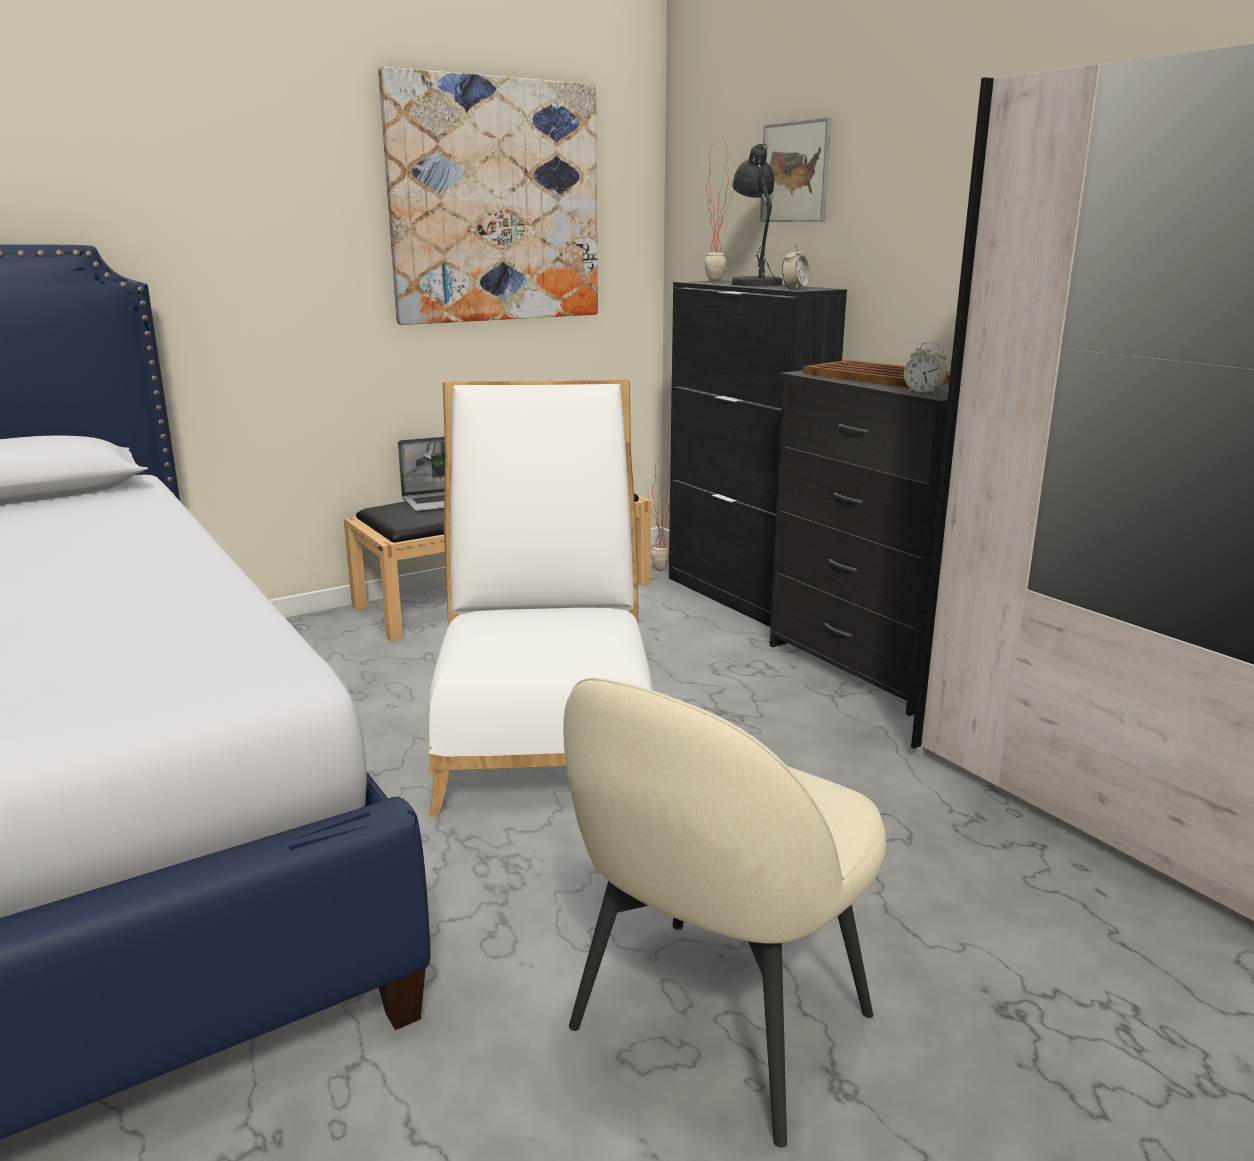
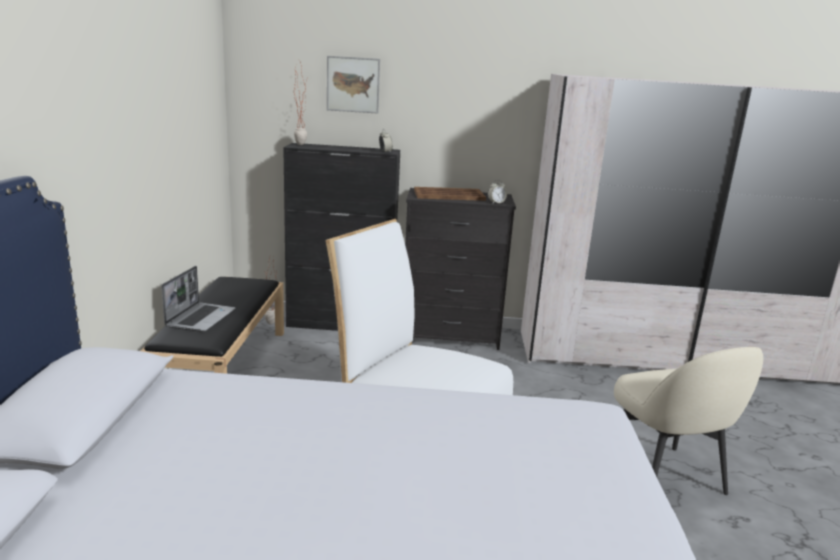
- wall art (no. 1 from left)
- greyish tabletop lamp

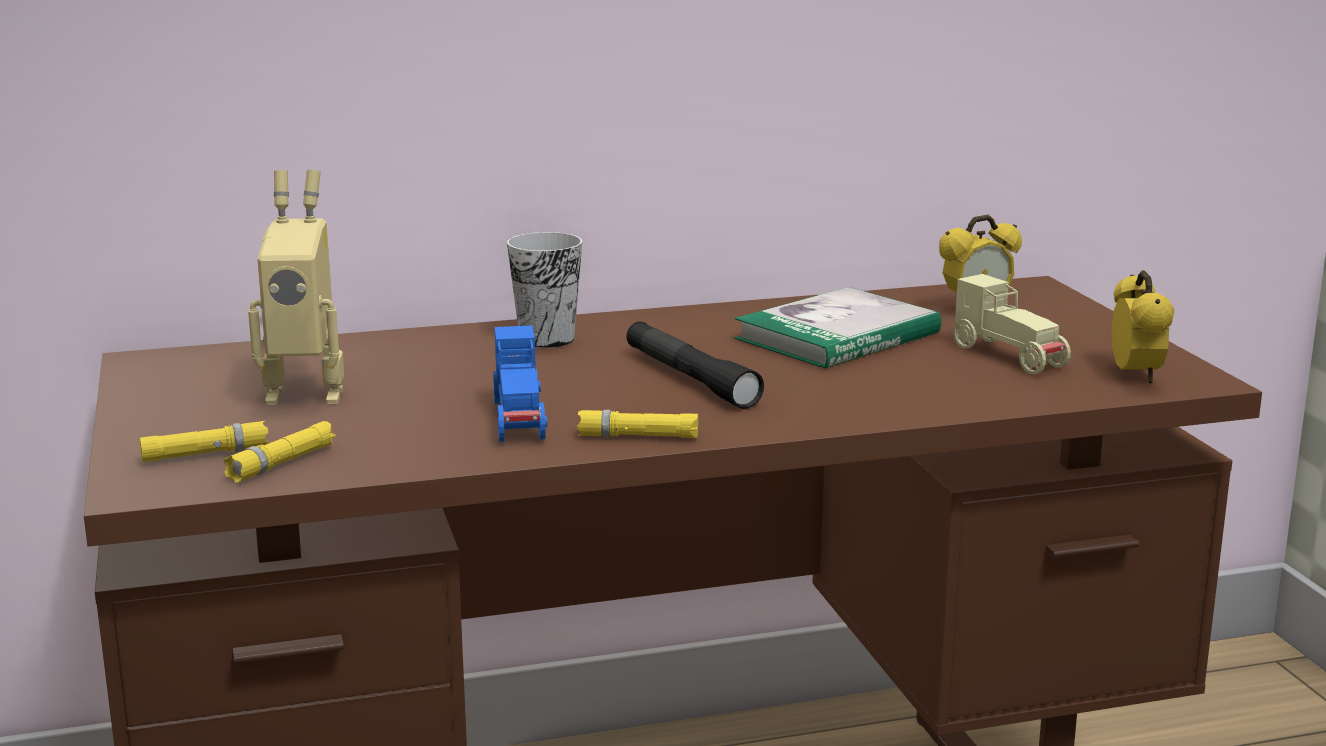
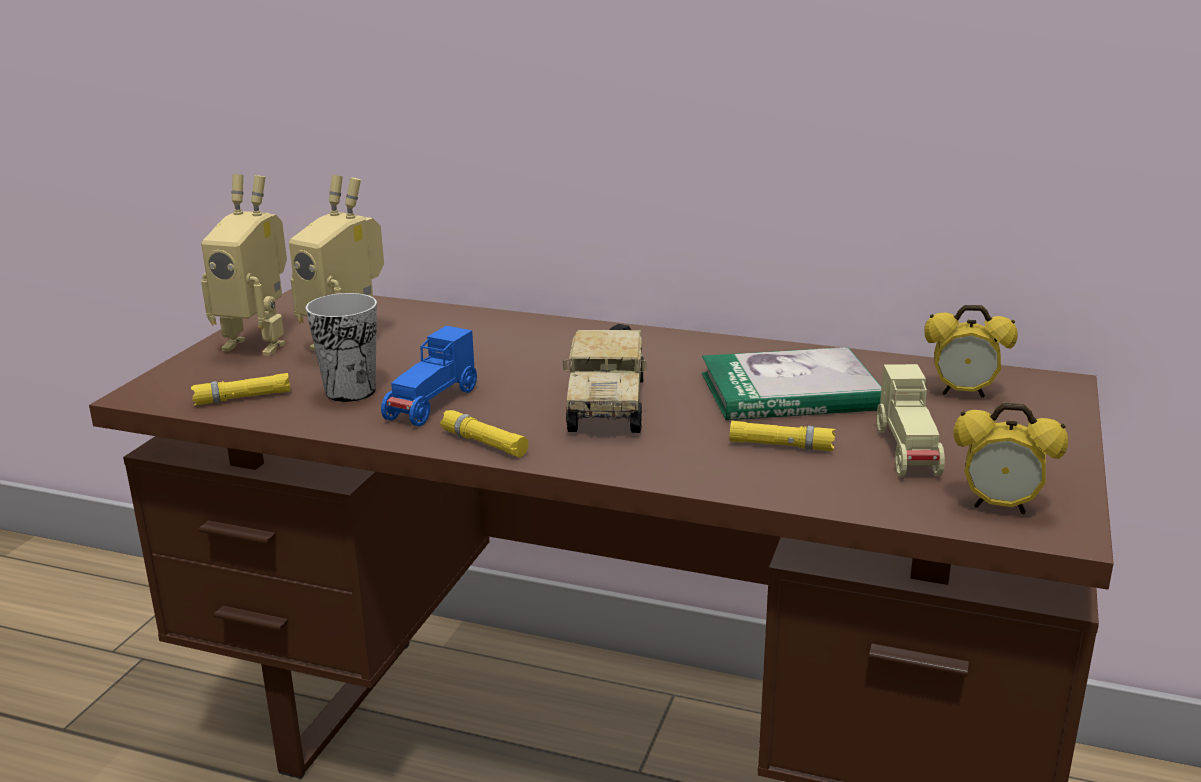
~ small cup
~ bedside clock (no. 2 from left) 75 degrees clockwise
~ black hand torch to toy lorry
~ yellowish hand torch (no. 1 from left in the first image) to yellowish hand torch (no. 3 from left)
+ model robot (no. 1 from left)

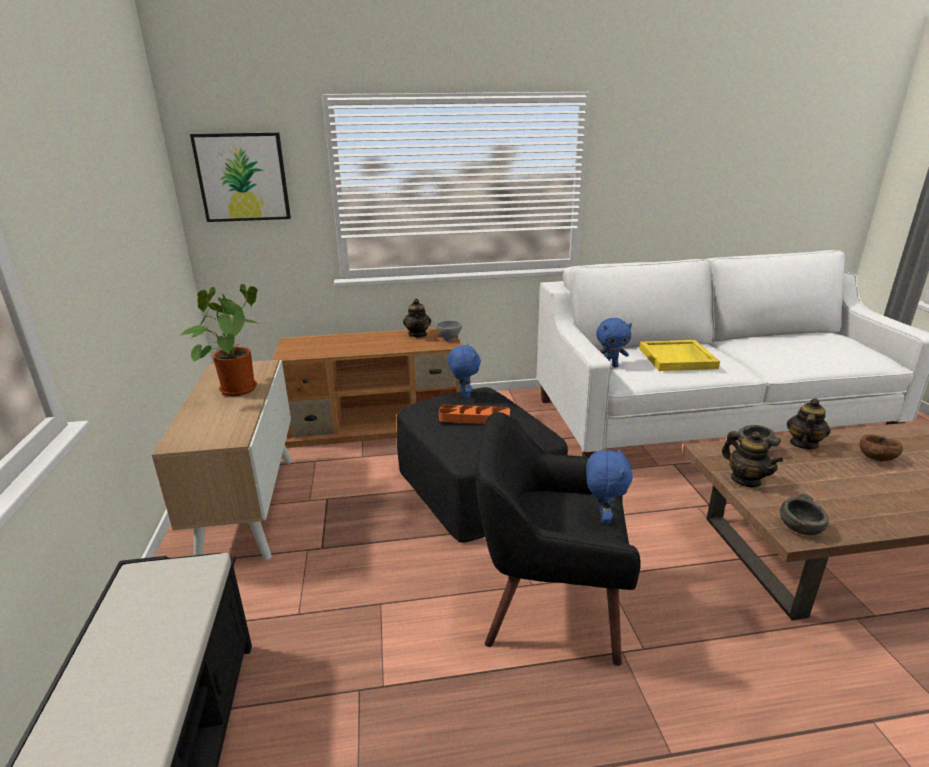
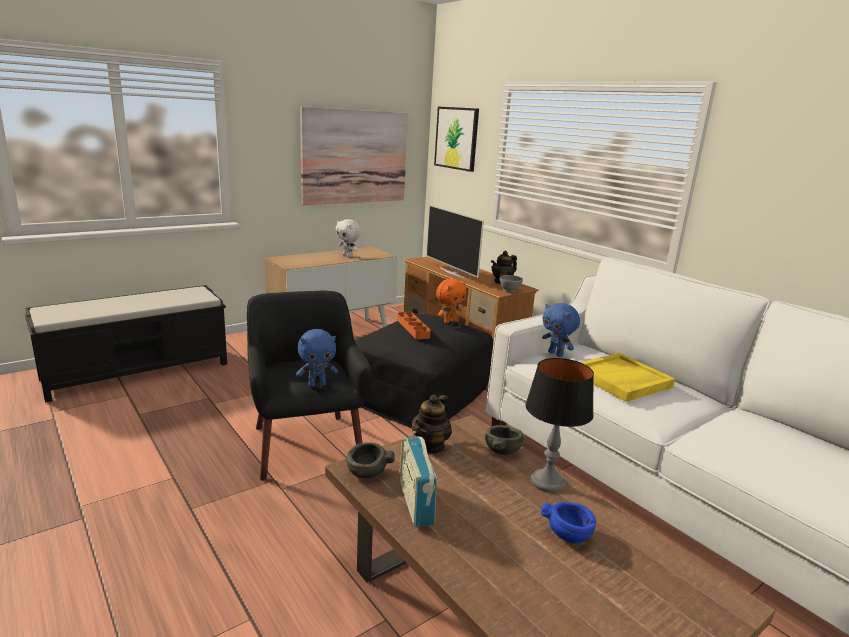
~ plant in a pot to white-coloured soft toy
~ blue soft toy (no. 1 from left) to orange soft toy
~ teapot (no. 3 from left) to tabletop lamp
~ brown-coloured deep dish to blue deep dish
+ wall art (no. 1 from left)
+ TV set
+ radio set

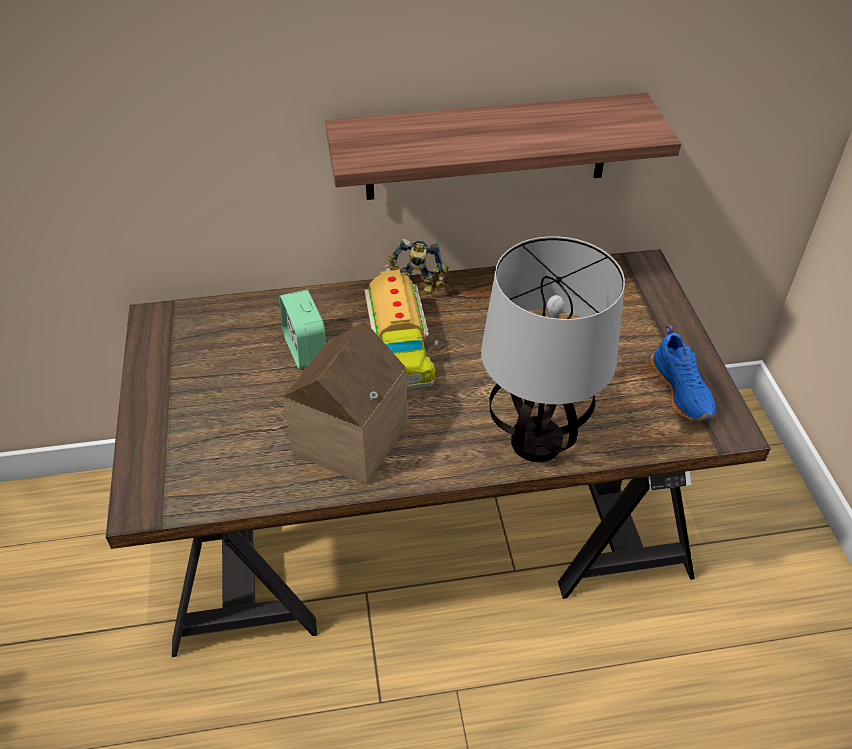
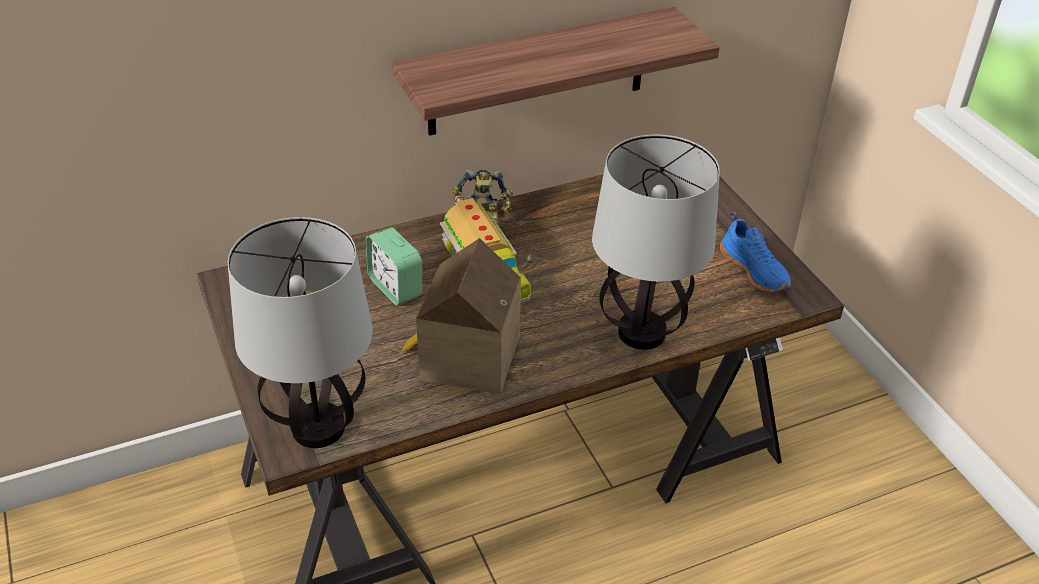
+ tabletop lamp (no. 1 from left)

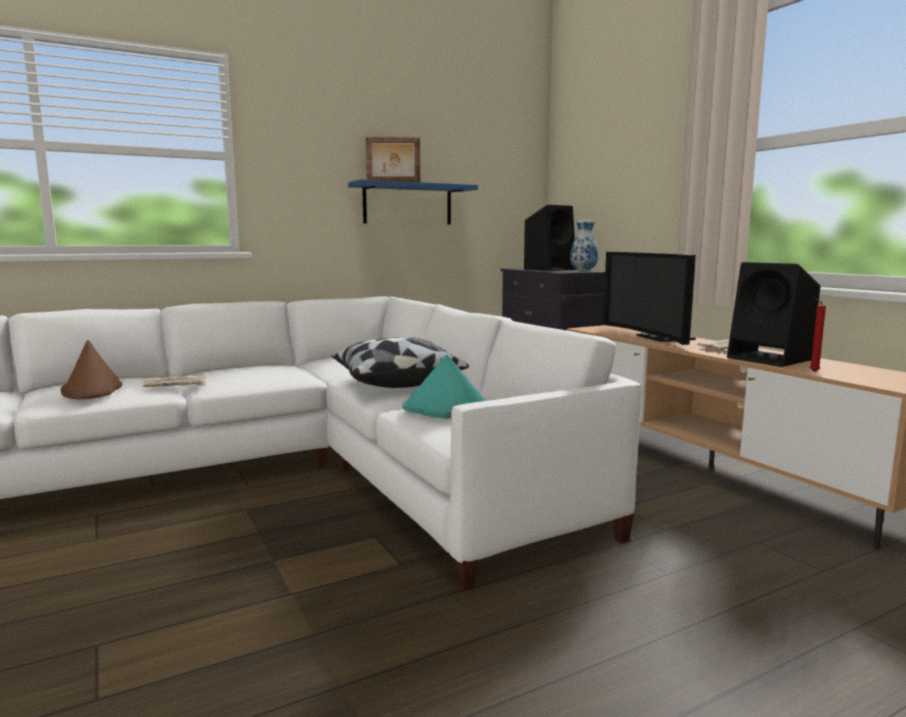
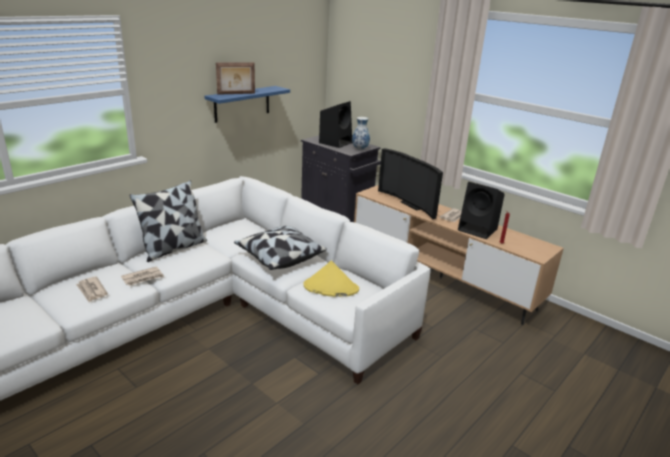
~ brown-coloured wearable hat to daily paper (no. 1 from left)
~ blue-green wearable hat to yellowish wearable hat
+ cushion (no. 1 from left)

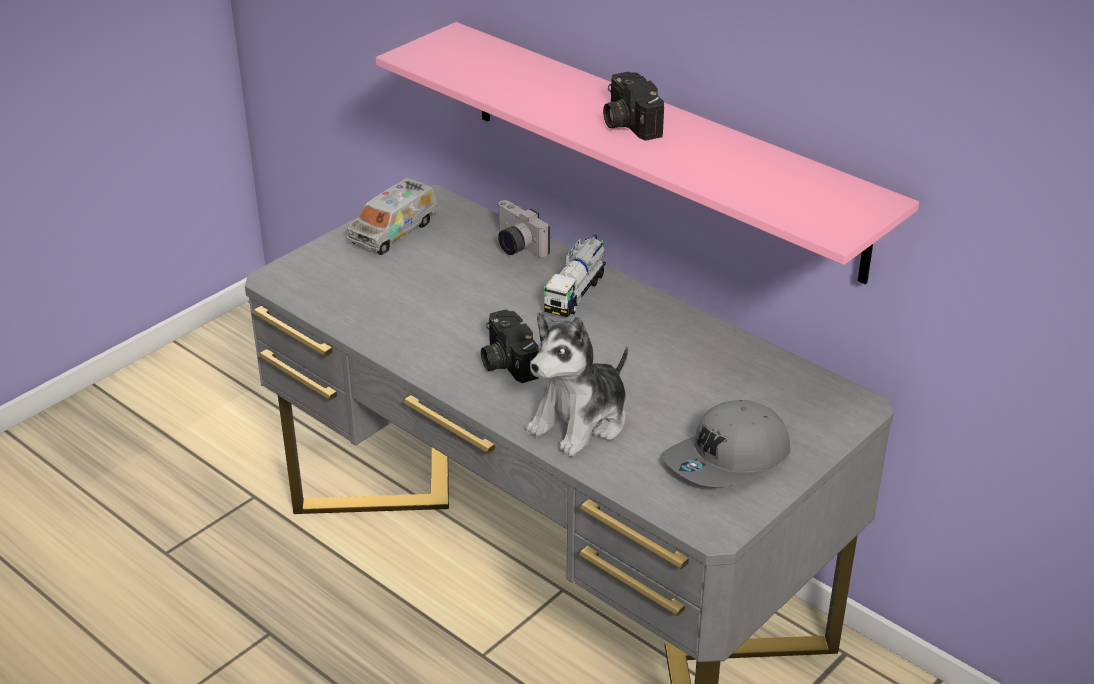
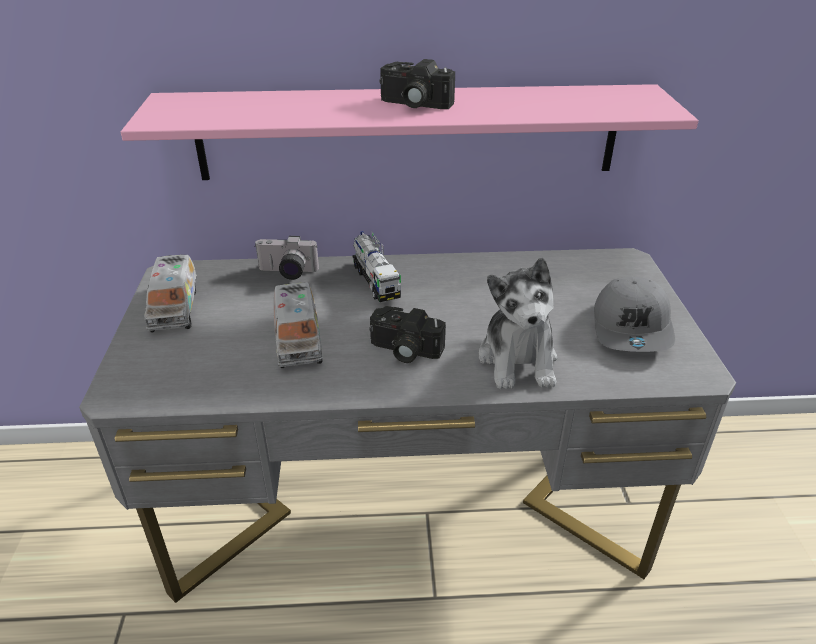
+ toy lorry (no. 2 from left)

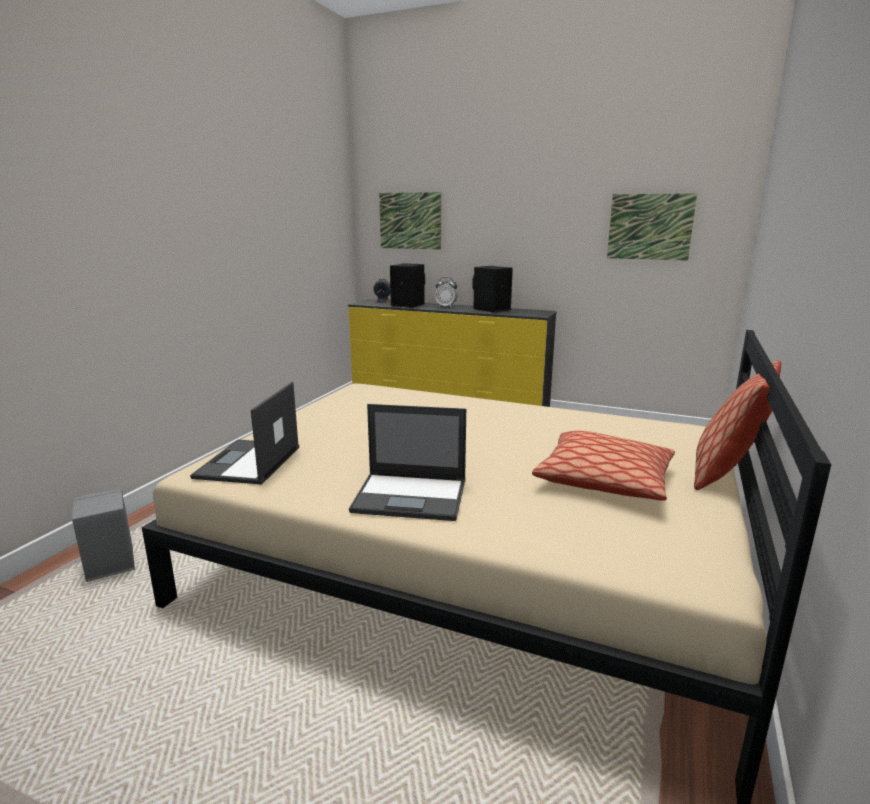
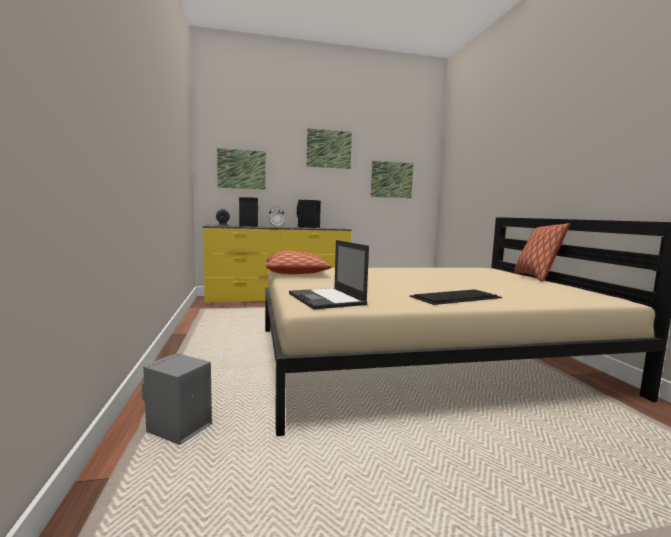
~ notebook computer (no. 2 from left) to keyboard
~ cushion (no. 1 from left)
+ wall art (no. 2 from left)

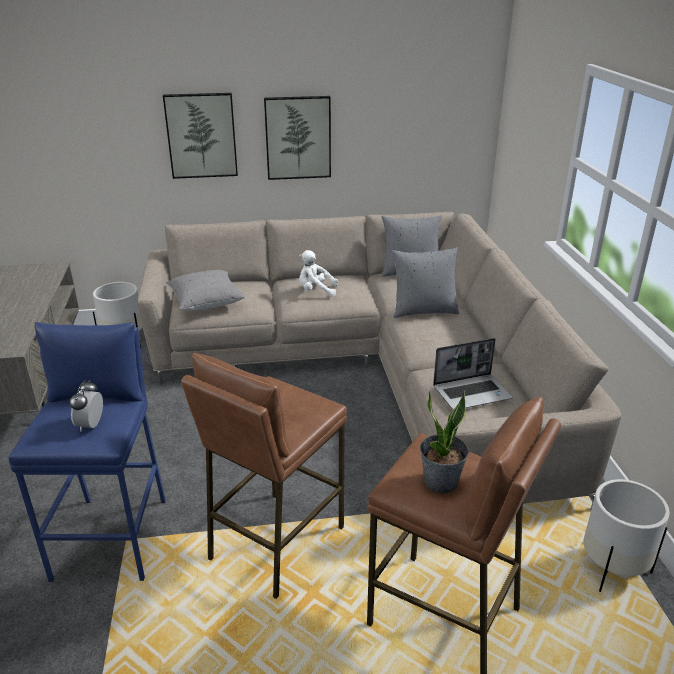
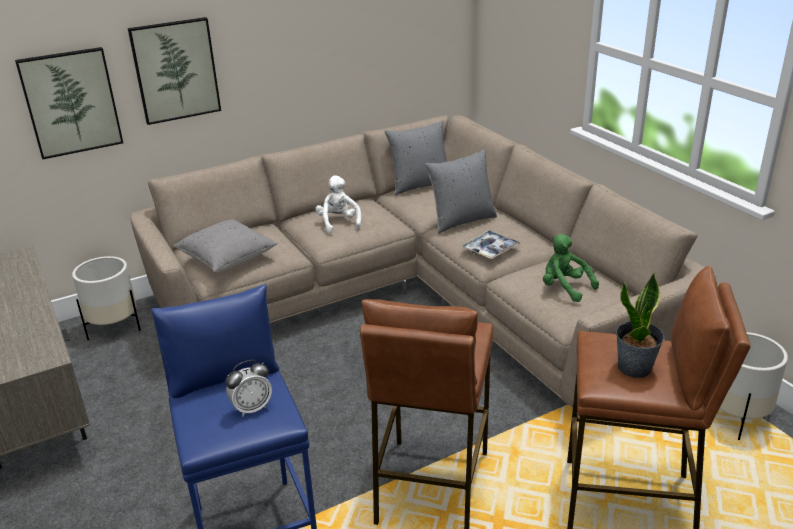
~ wall art (no. 2 from left in the first image) to wall art (no. 1 from left)
~ white-coloured soft toy 90 degrees clockwise
~ notebook computer to green soft toy
~ bedside clock 105 degrees counterclockwise
+ carrying tray

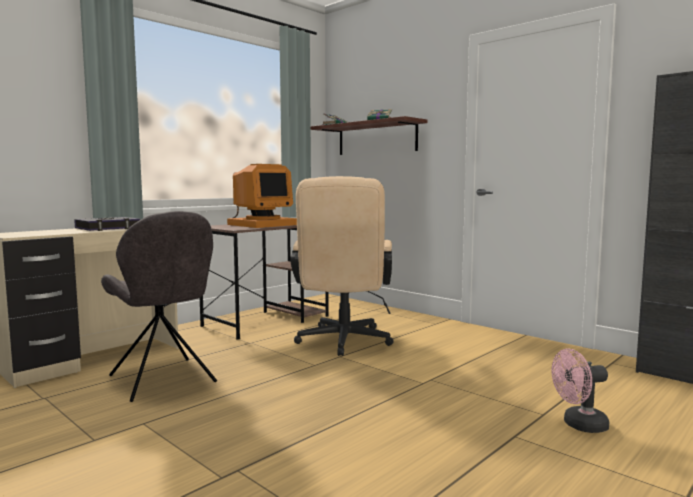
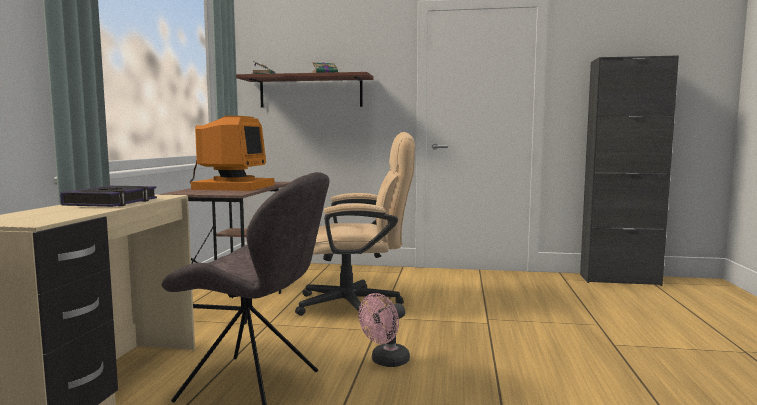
~ beige computer chair 60 degrees counterclockwise
~ pink-coloured electric fan

